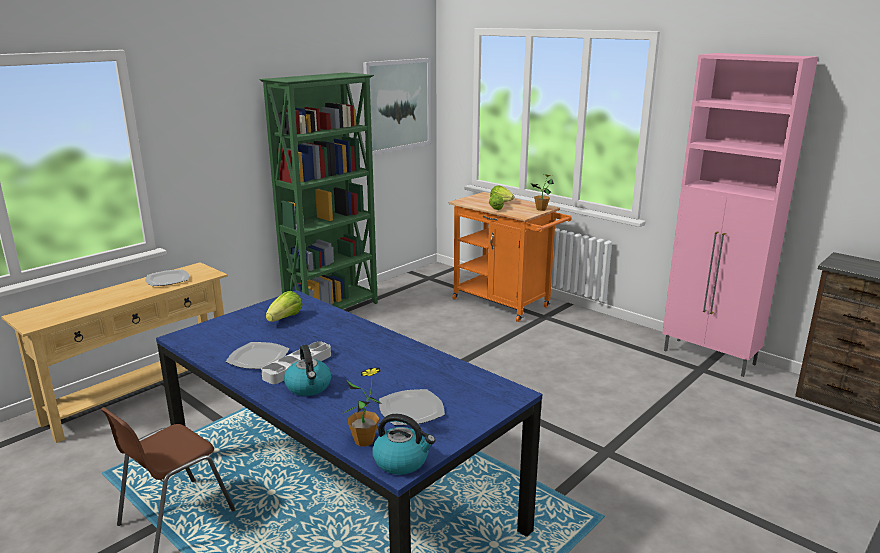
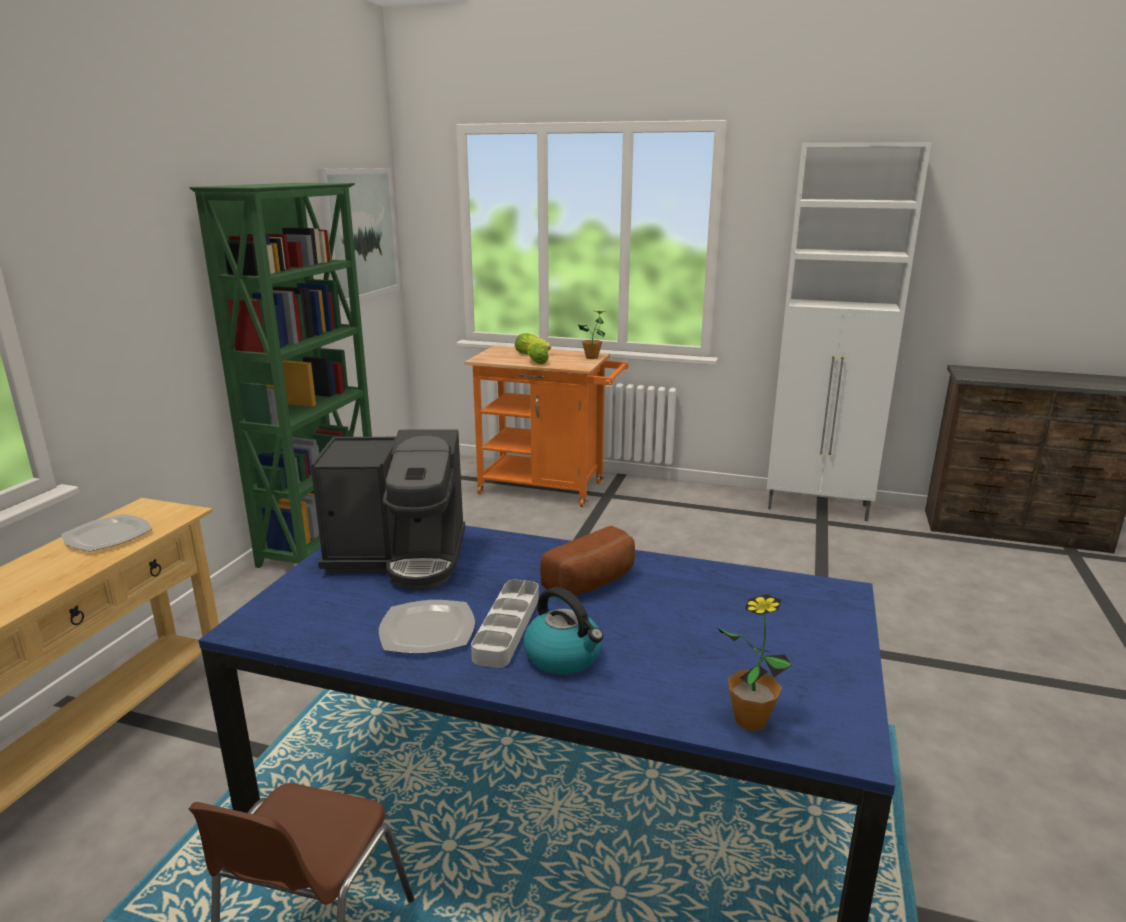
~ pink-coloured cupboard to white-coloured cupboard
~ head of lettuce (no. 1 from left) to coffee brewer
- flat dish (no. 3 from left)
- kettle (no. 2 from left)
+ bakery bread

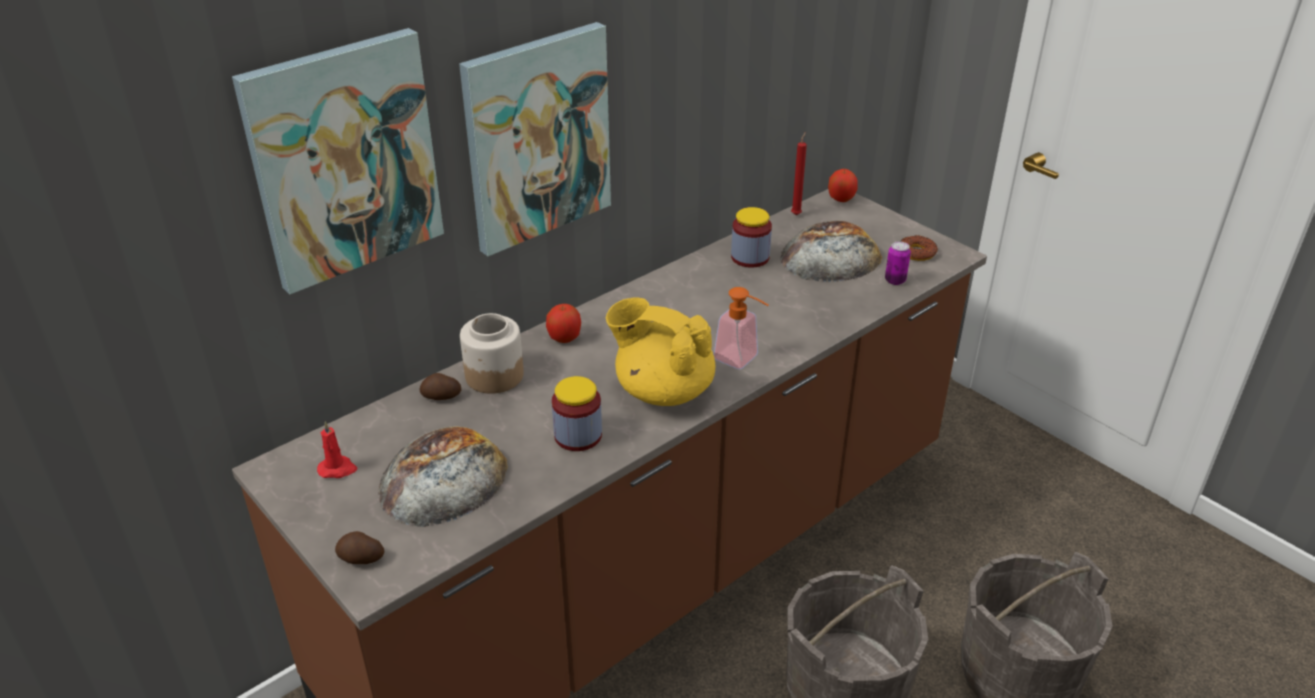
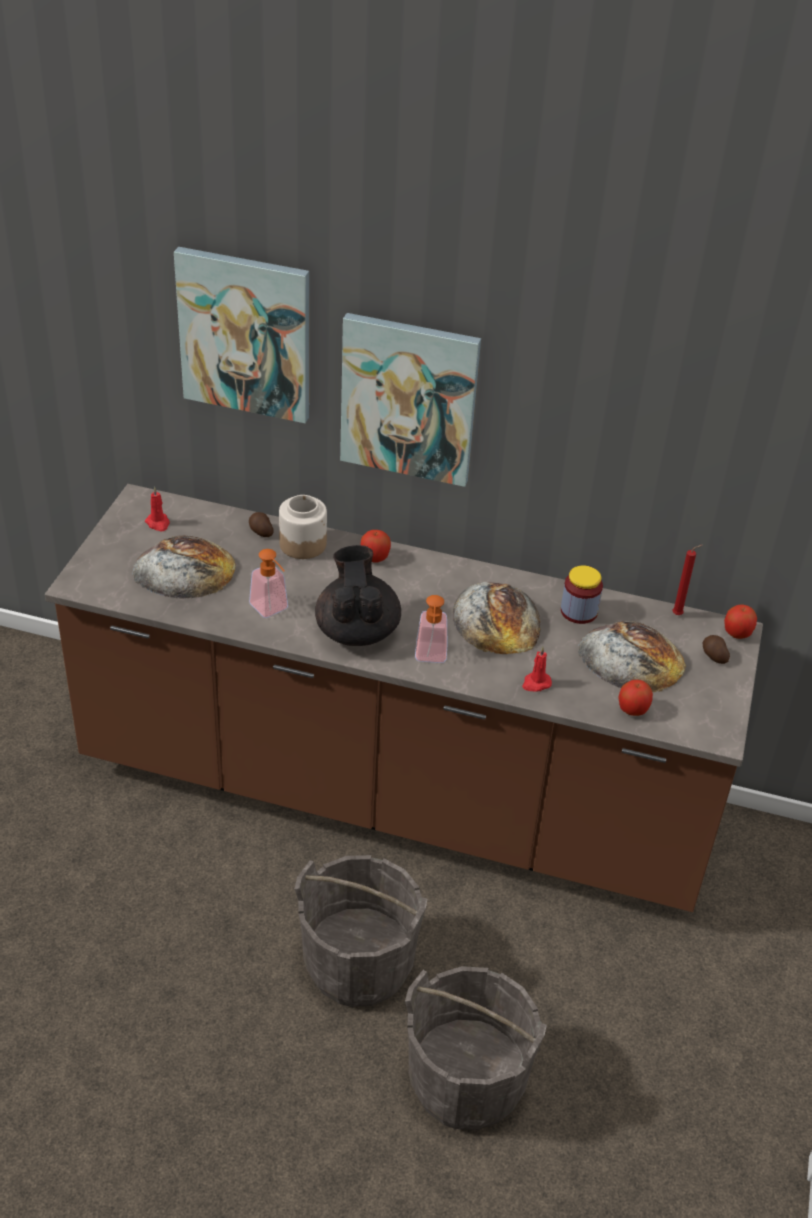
- donut
~ metal can to whole apple (no. 2 from left)
~ yellowish teapot to black teapot
~ preserve jar (no. 2 from left) to soap dispenser (no. 1 from left)
~ whole potato (no. 1 from left in the first image) to whole potato (no. 2 from left)
+ bakery bread (no. 2 from left)
+ red candle (no. 2 from left)

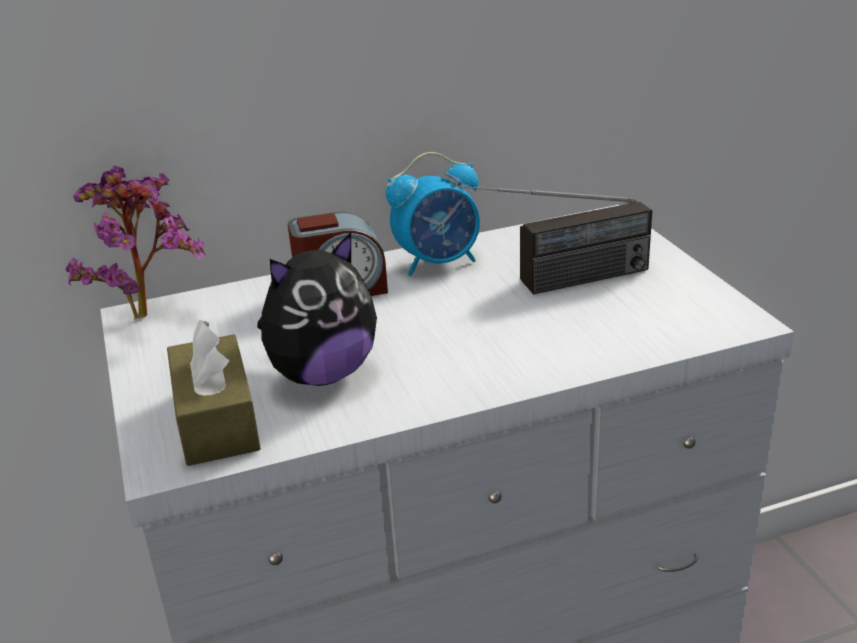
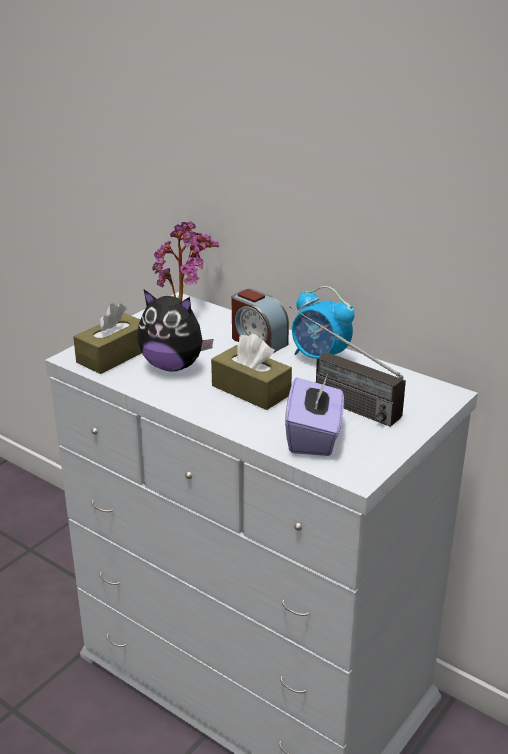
+ brown-coloured tissue box (no. 2 from left)
+ purple tissue box

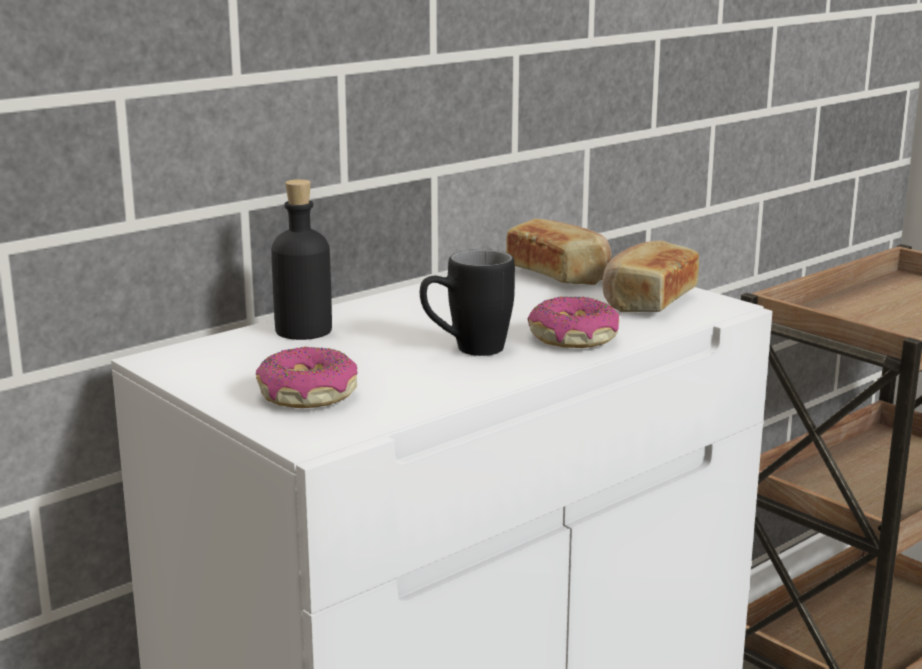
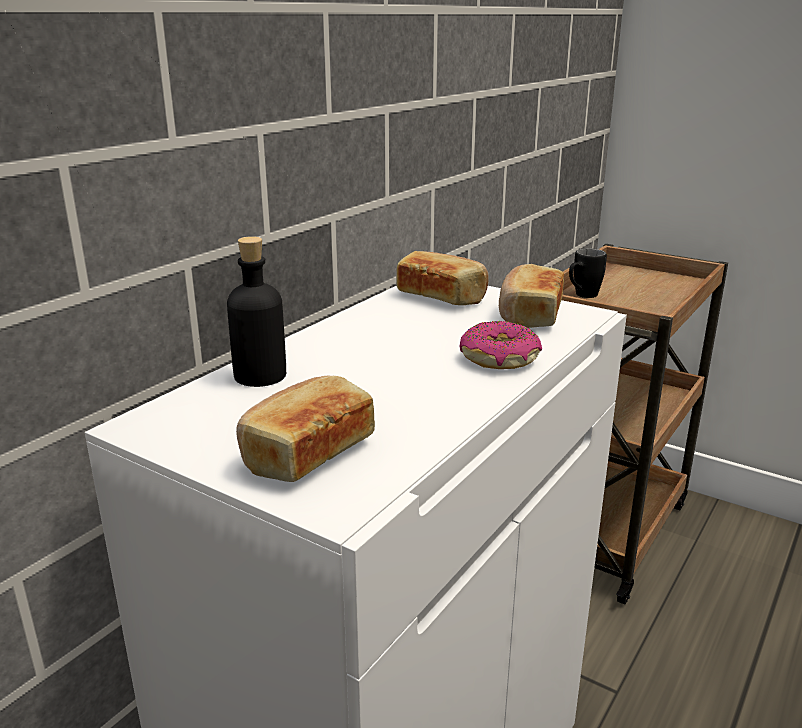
~ black mug
~ donut (no. 1 from left) to bakery bread (no. 1 from left)

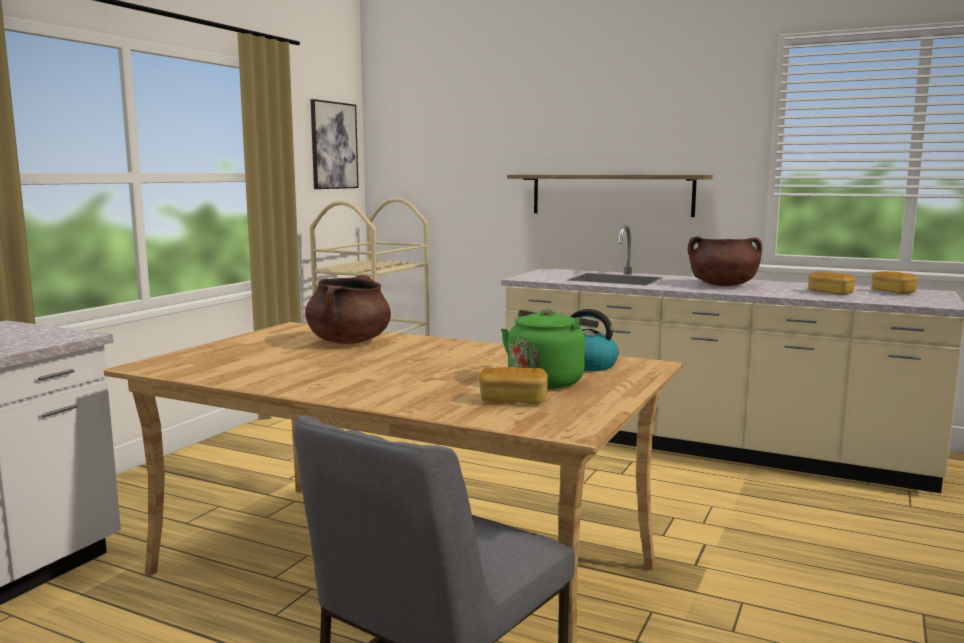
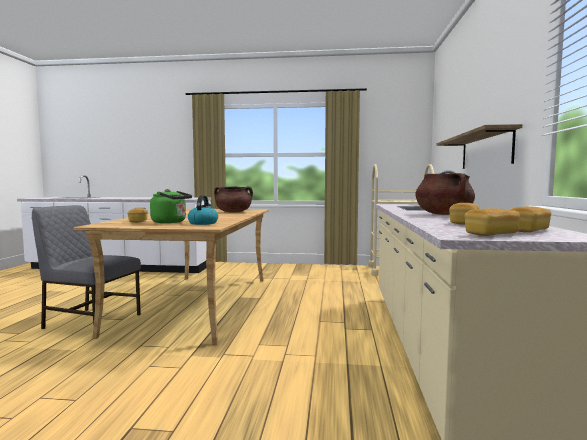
- wall art
+ bakery bread (no. 3 from left)

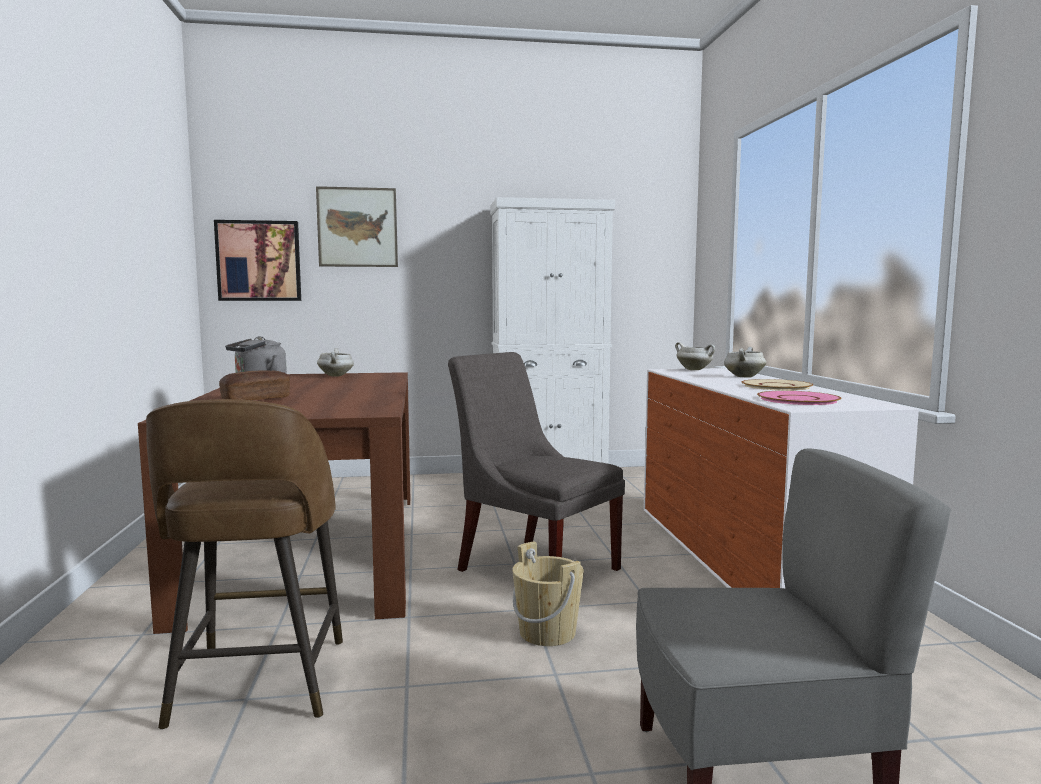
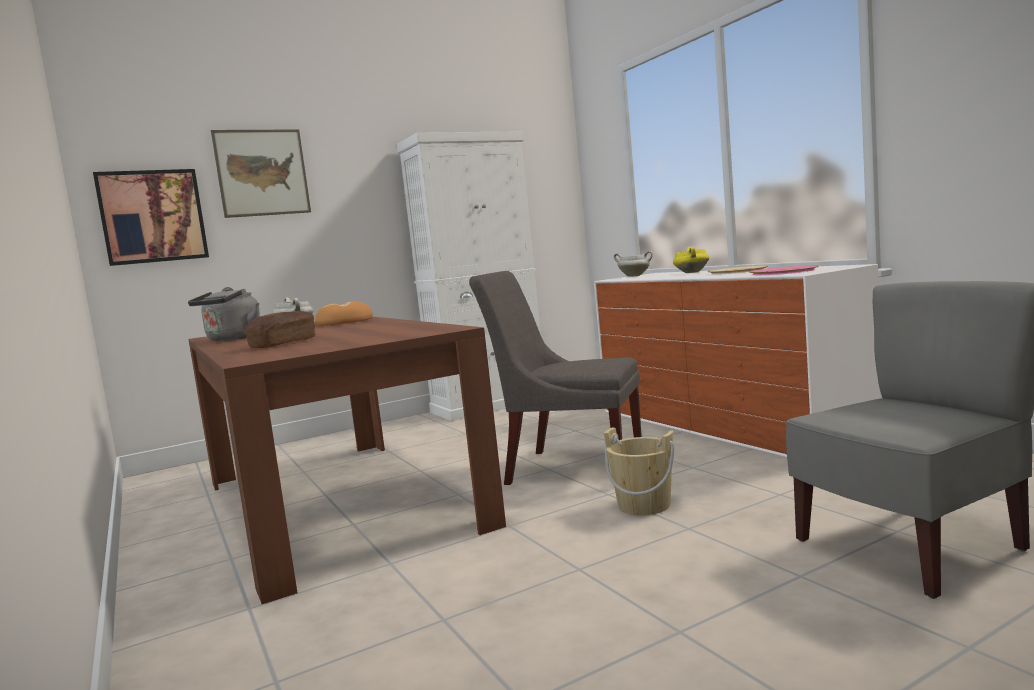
~ white-coloured cooking pot (no. 3 from left) to yellowish cooking pot
- brown-coloured stool seat
+ bakery bread (no. 2 from left)

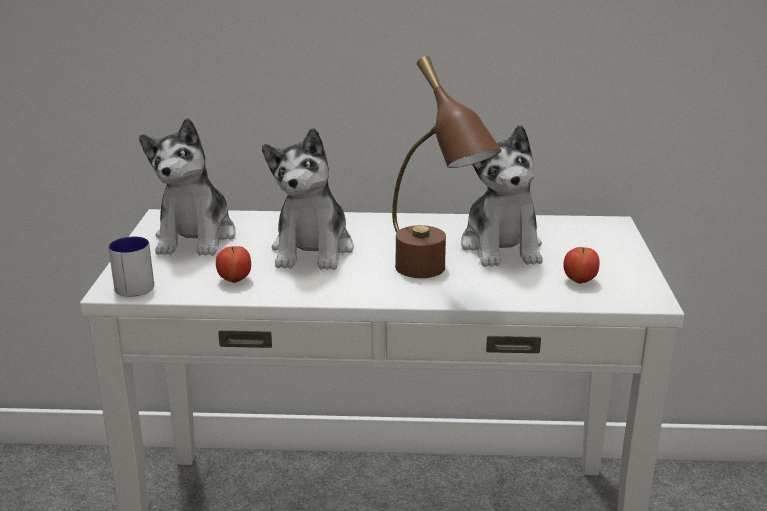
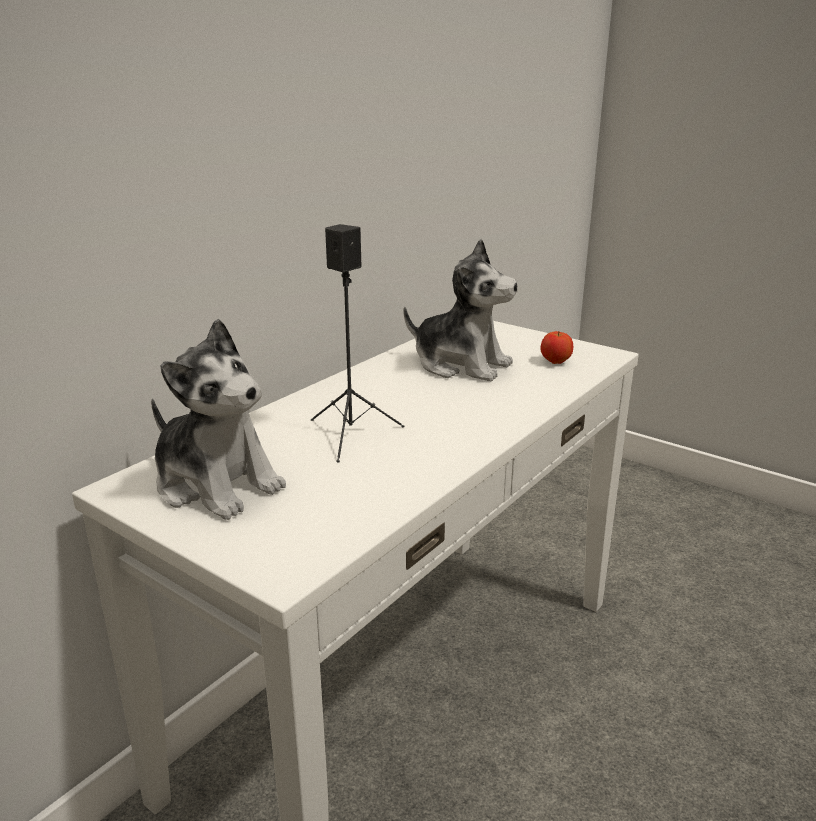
- brown-coloured tabletop lamp
~ soft toy (no. 2 from left) to black speaker
- mug
- whole apple (no. 1 from left)

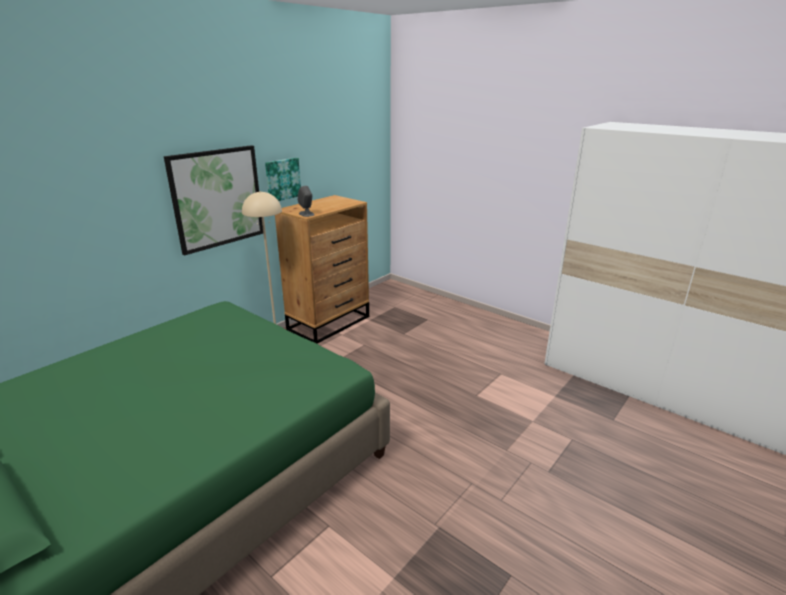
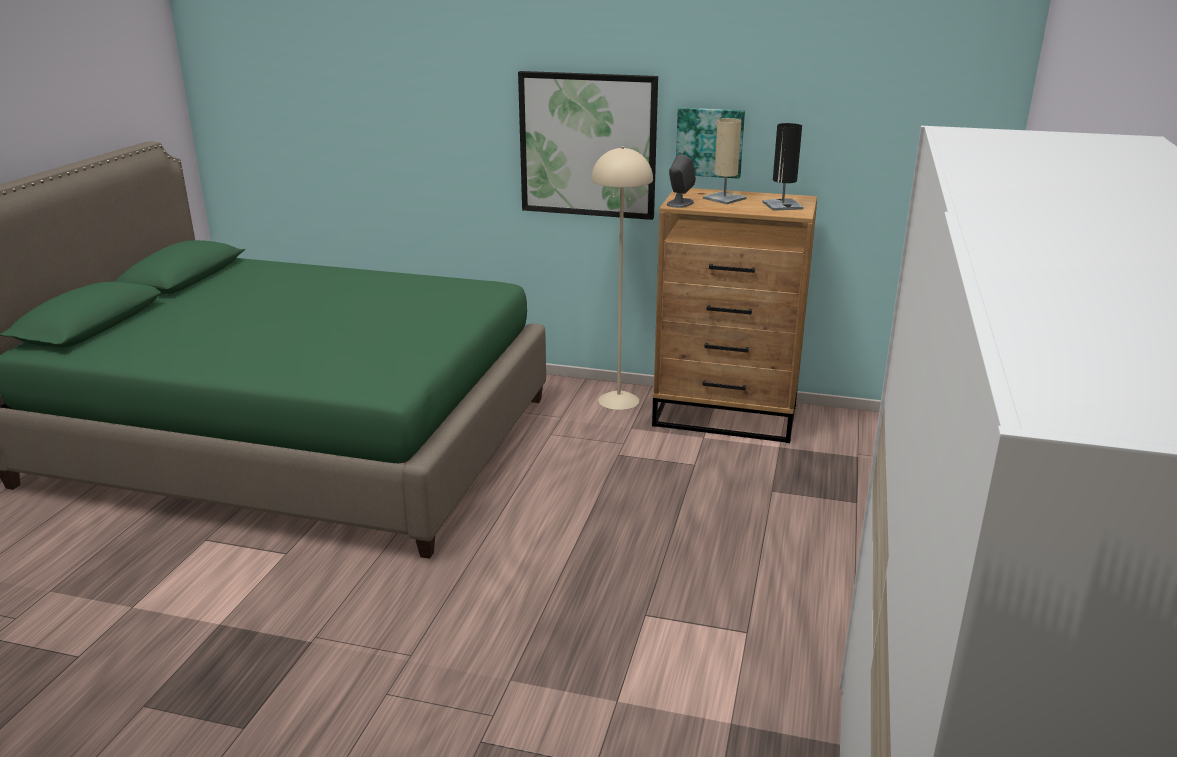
+ beige tabletop lamp
+ black tabletop lamp

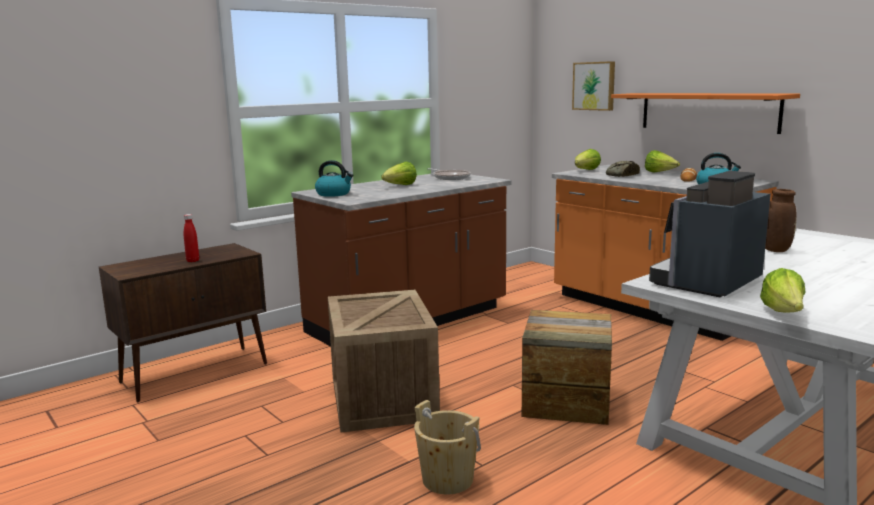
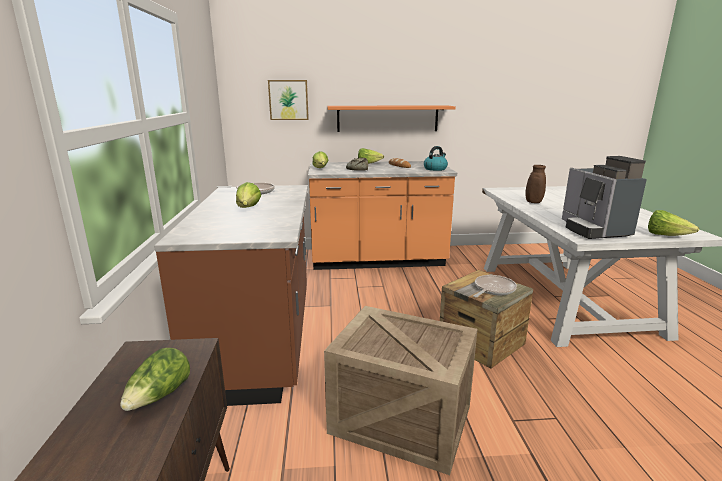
- kettle (no. 1 from left)
~ red drink bottle to head of lettuce (no. 1 from left)
- beige water bucket
+ frying pan (no. 2 from left)

